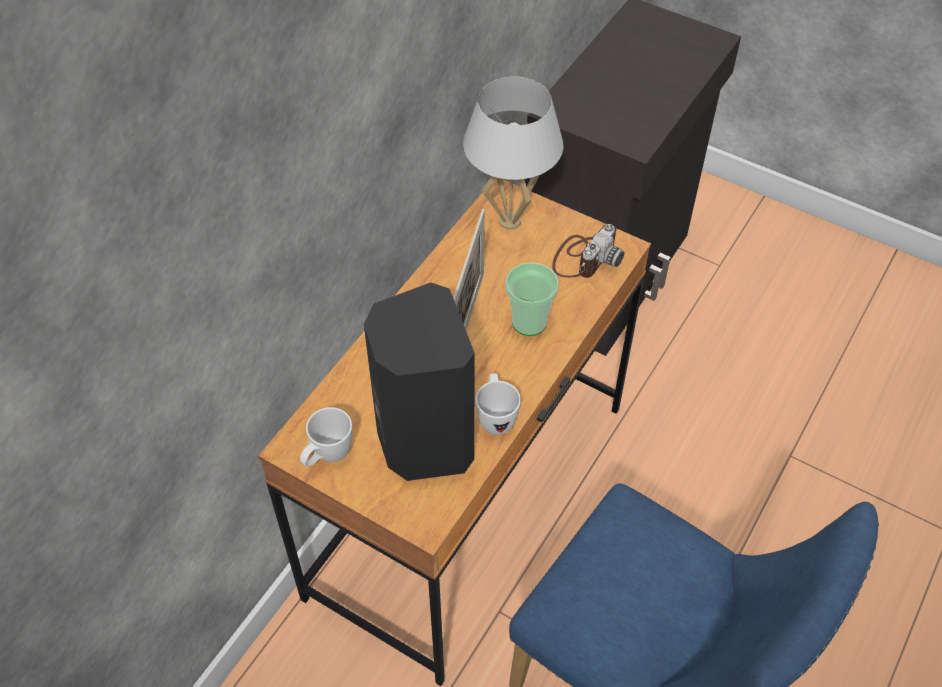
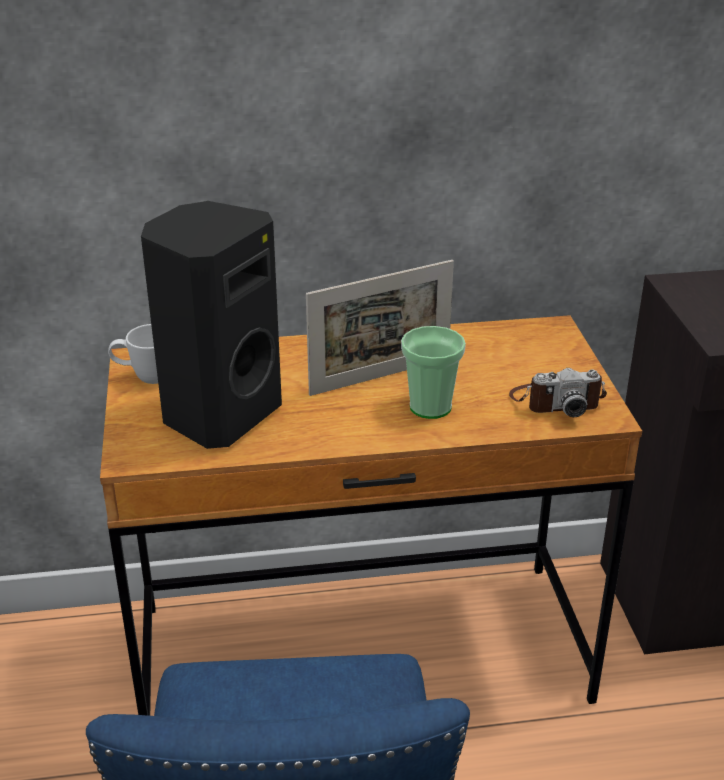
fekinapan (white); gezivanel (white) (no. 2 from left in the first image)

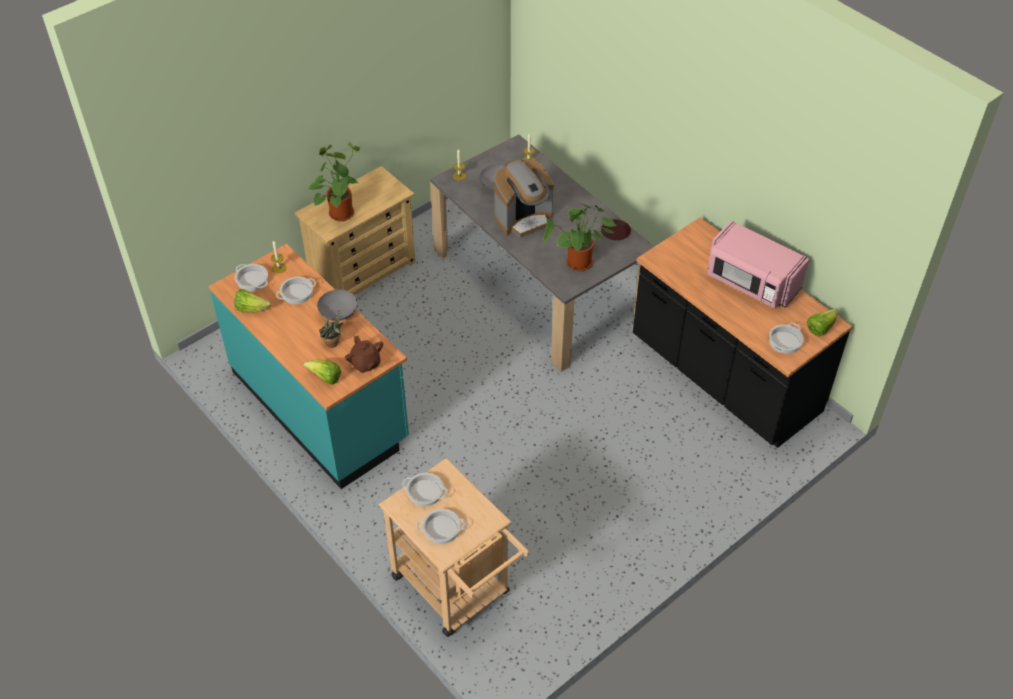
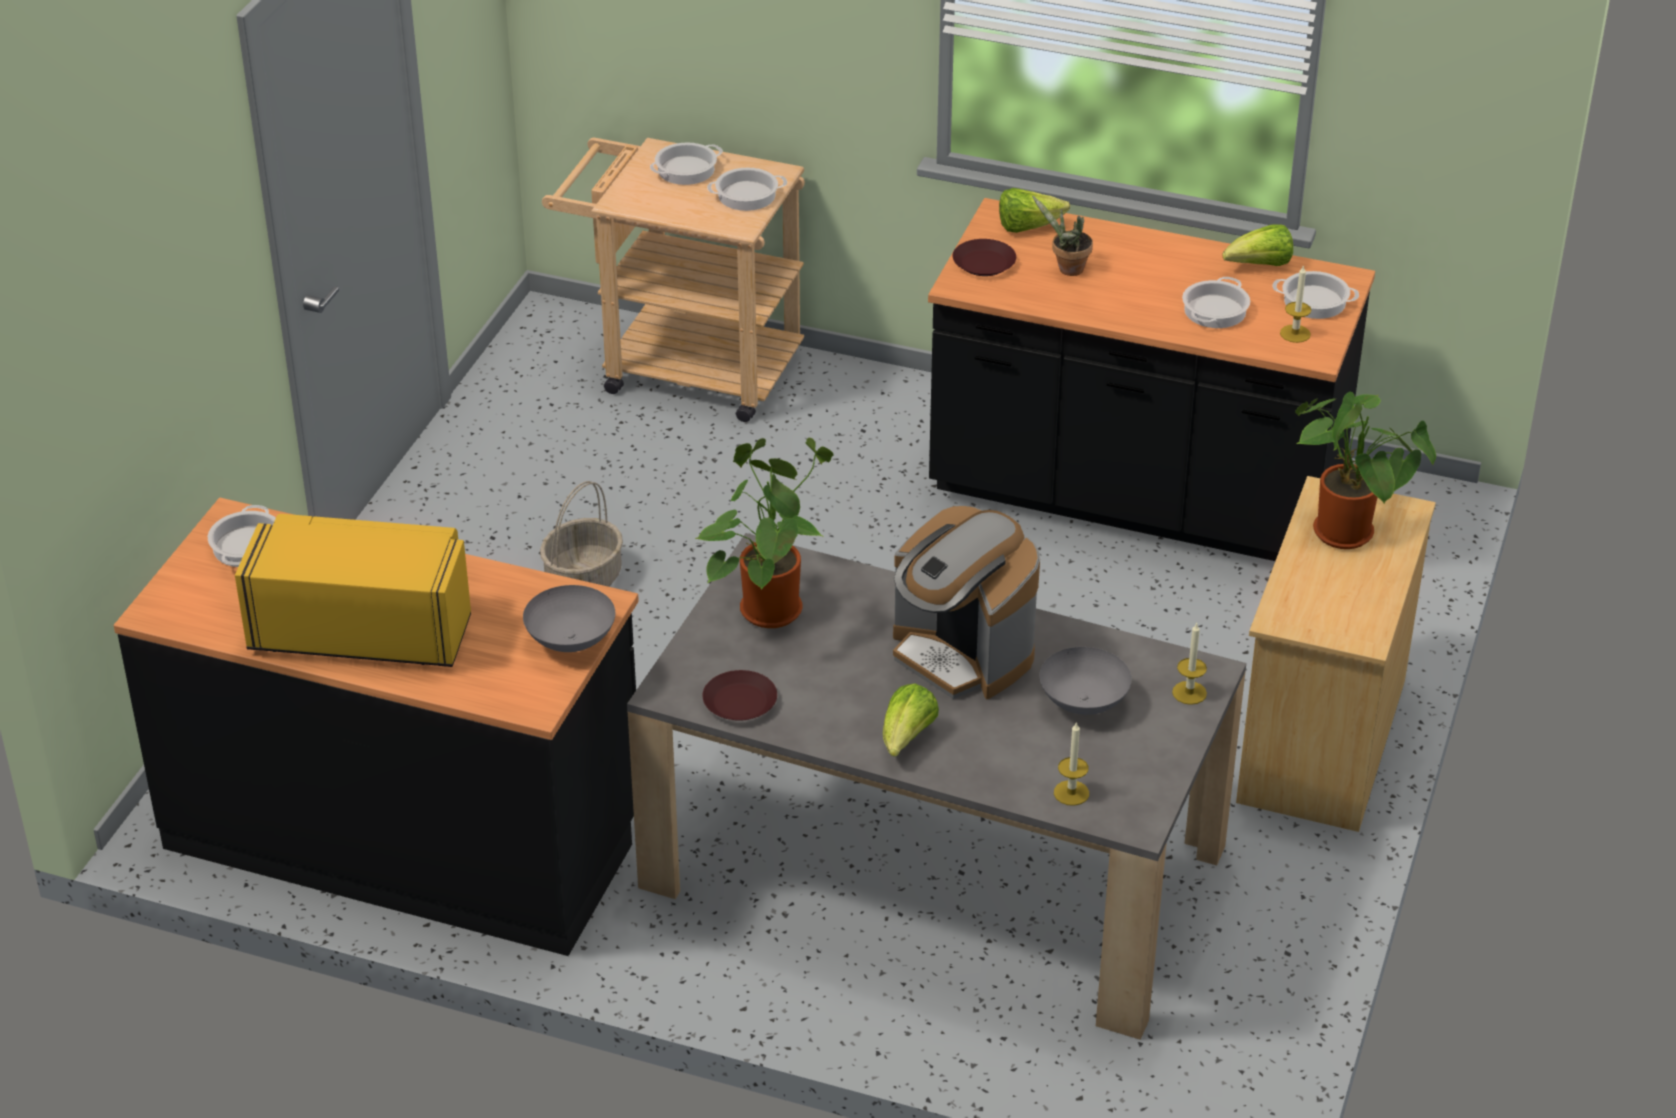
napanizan; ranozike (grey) (no. 1 from left); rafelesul (no. 1 from left); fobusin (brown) (no. 2 from left); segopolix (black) (no. 2 from left); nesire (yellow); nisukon

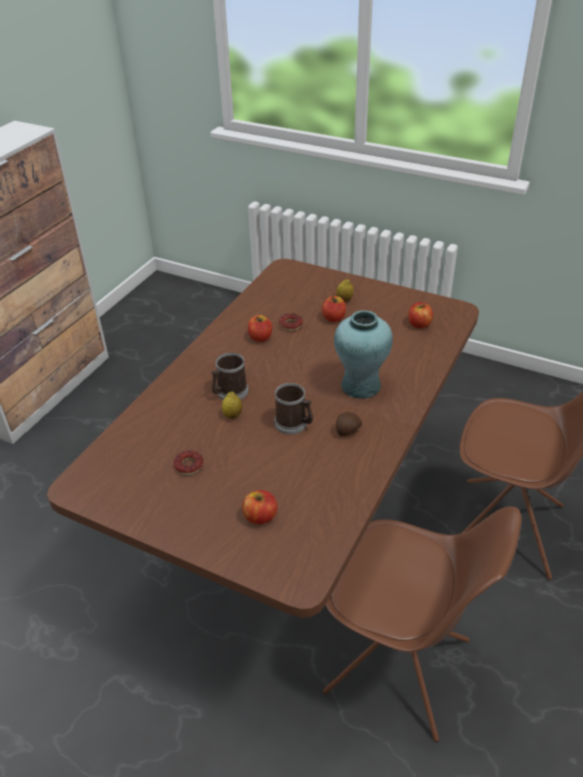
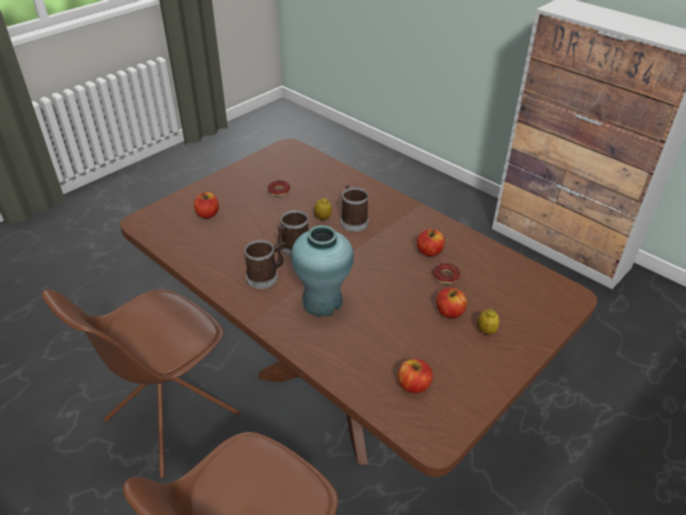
gezivanel (no. 1 from left)

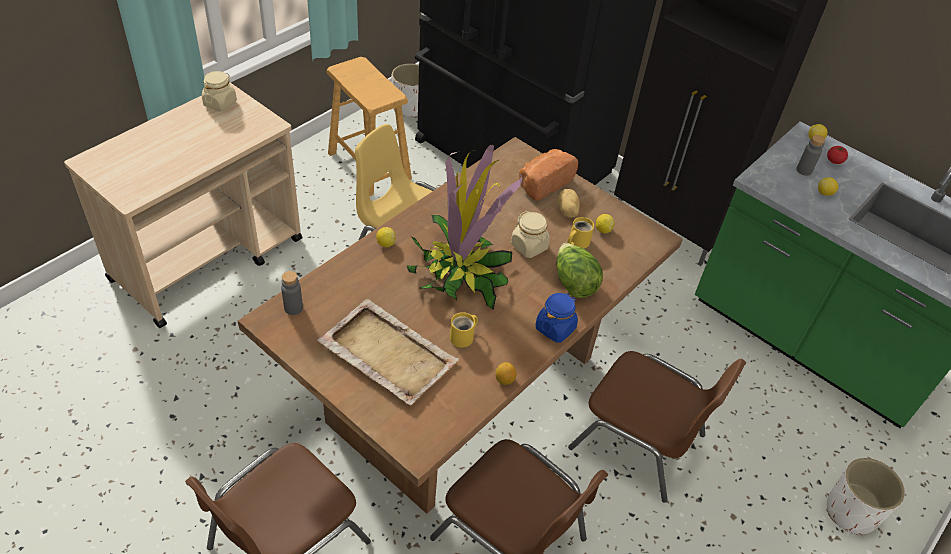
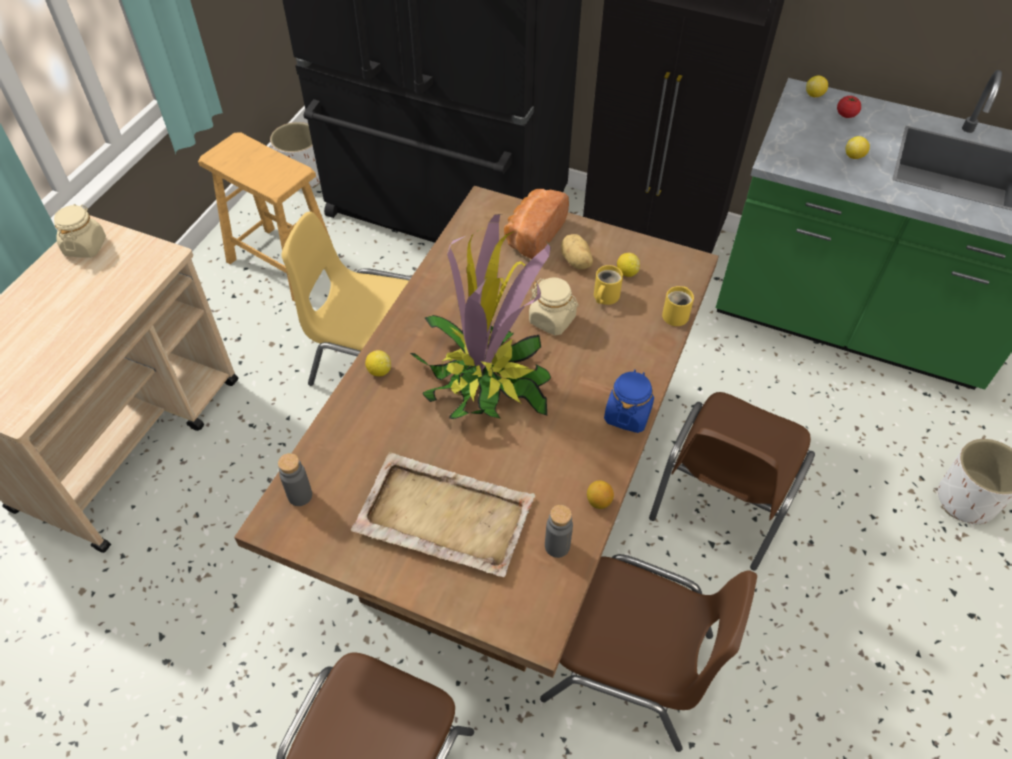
rafelesul; gezivanel (yellow) (no. 2 from left); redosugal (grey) (no. 2 from left); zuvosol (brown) (no. 3 from left)

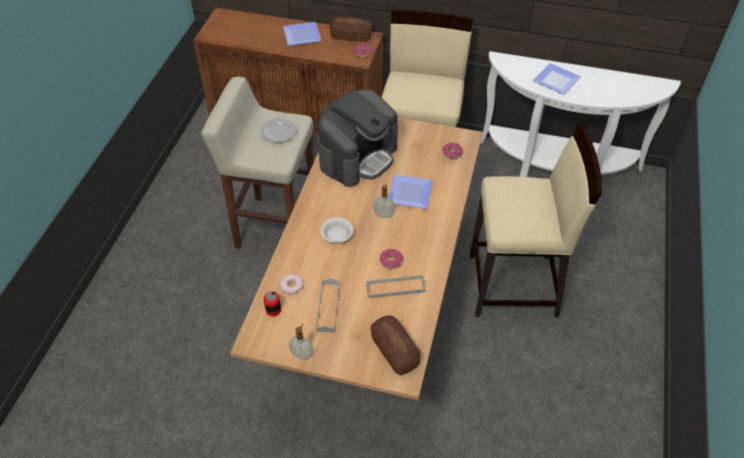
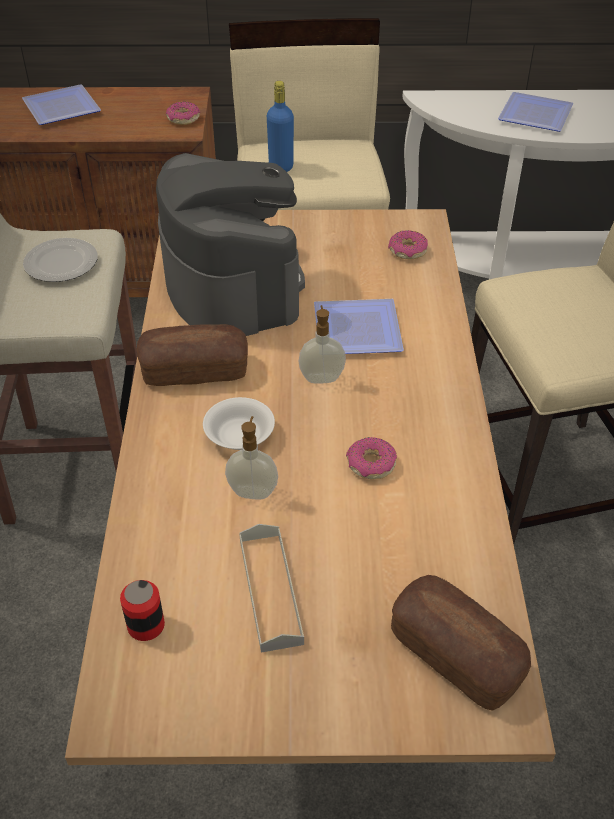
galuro (no. 1 from left in the first image); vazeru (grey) (no. 2 from left in the first image); redosugal (blue); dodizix (no. 1 from left); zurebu (no. 1 from left); nisukon

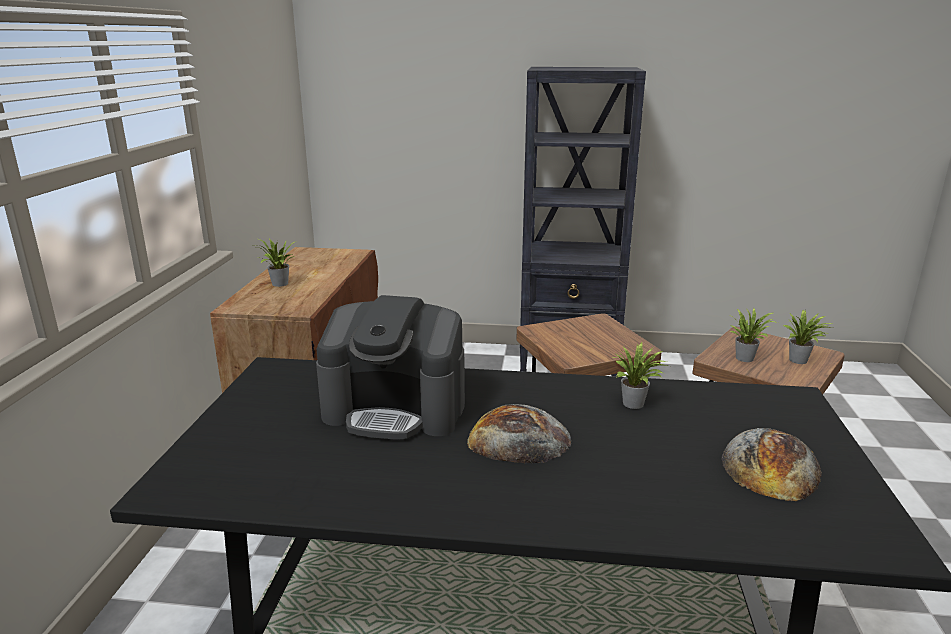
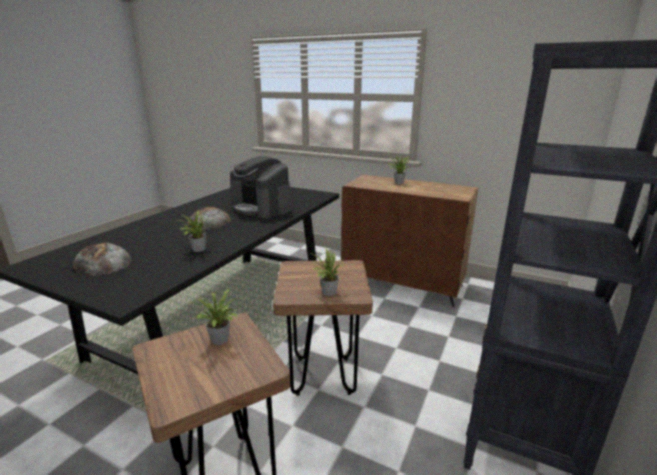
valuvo (no. 3 from left); nisukon

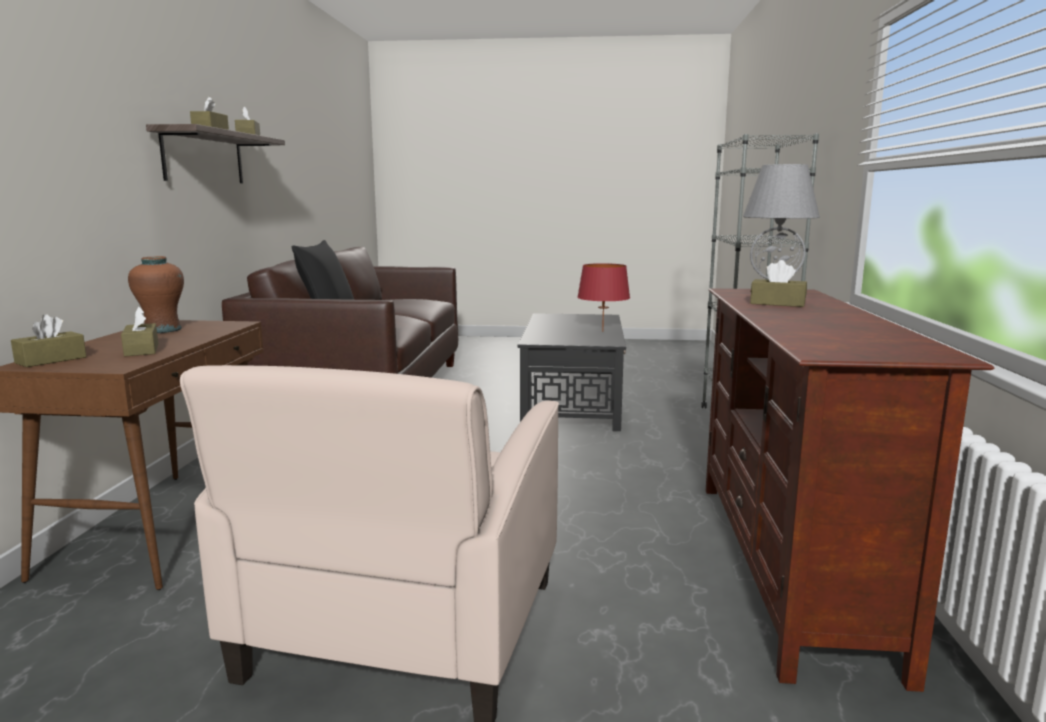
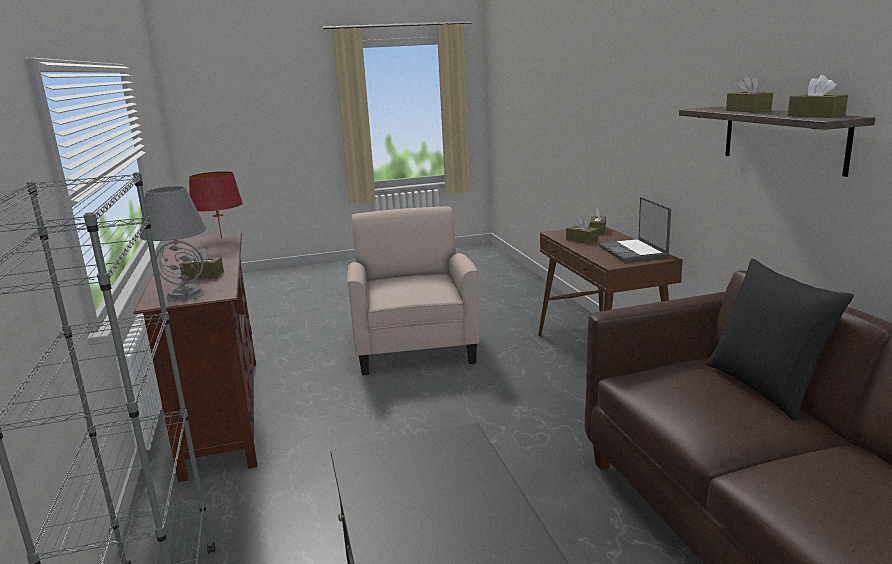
fekinapan (red); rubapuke

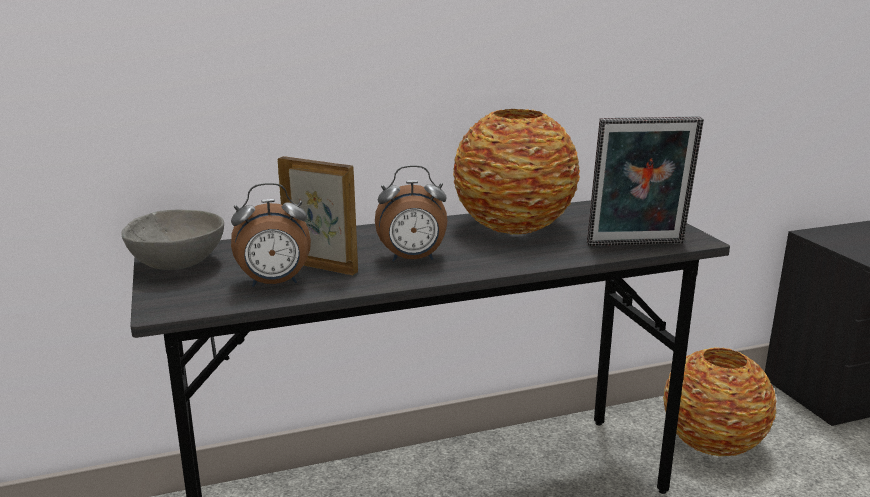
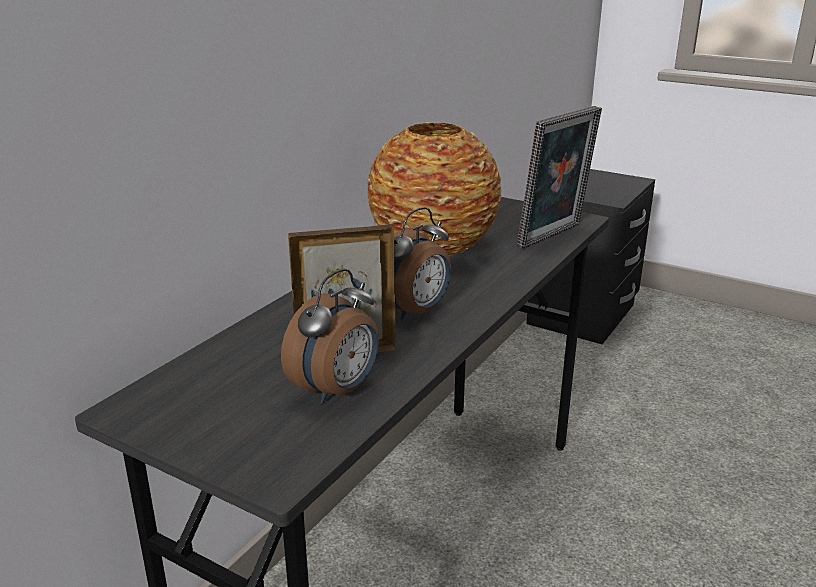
ranozike (grey); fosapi (no. 2 from left in the first image)

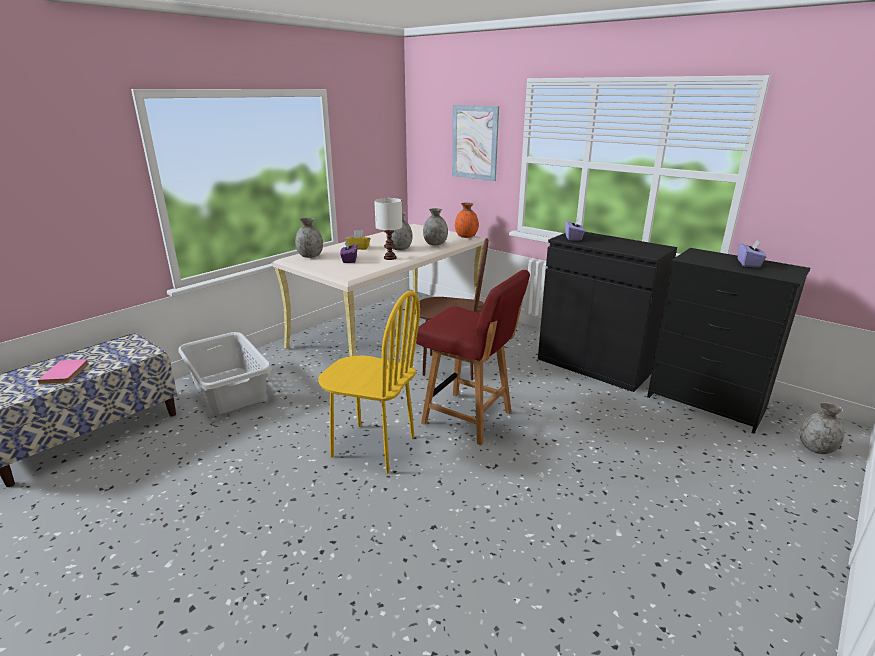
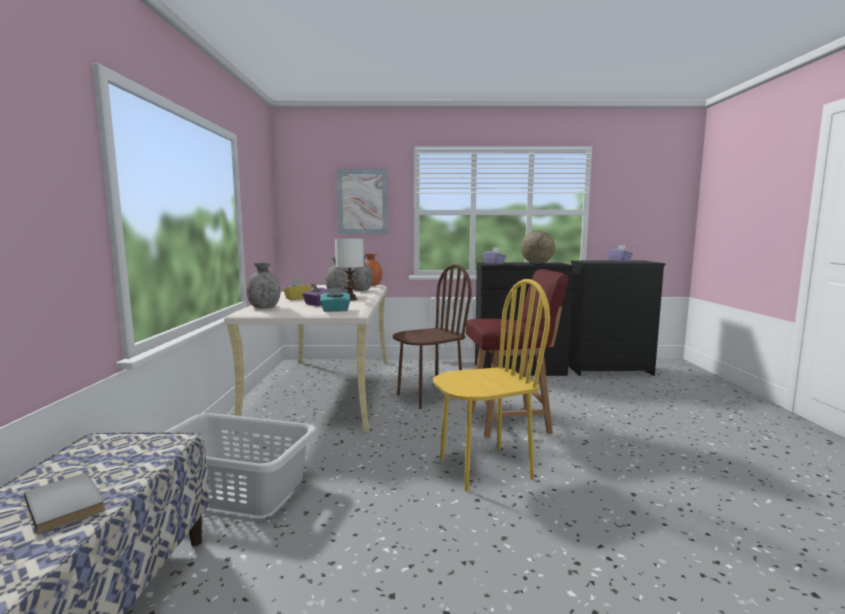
fosapi (grey) (no. 4 from left in the first image); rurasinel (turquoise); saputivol; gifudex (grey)

